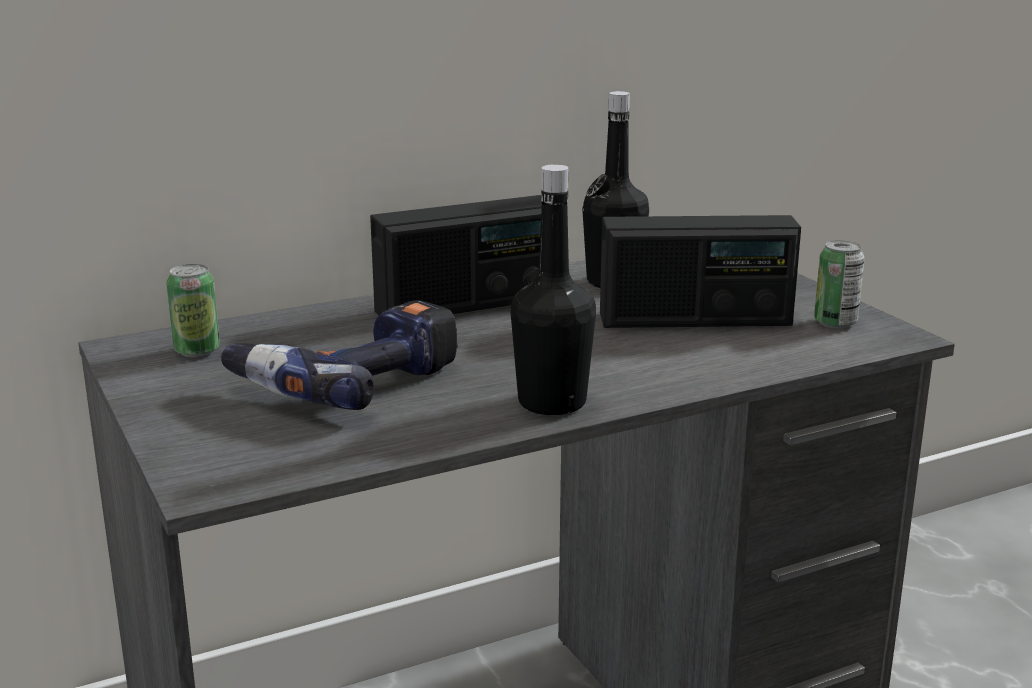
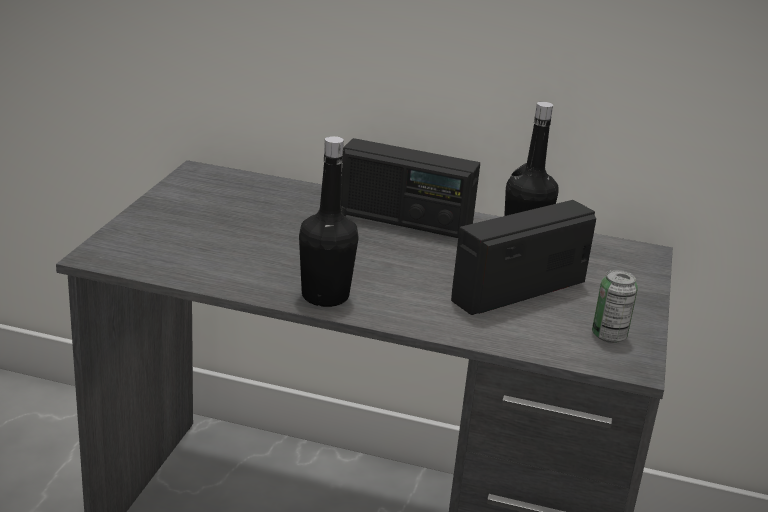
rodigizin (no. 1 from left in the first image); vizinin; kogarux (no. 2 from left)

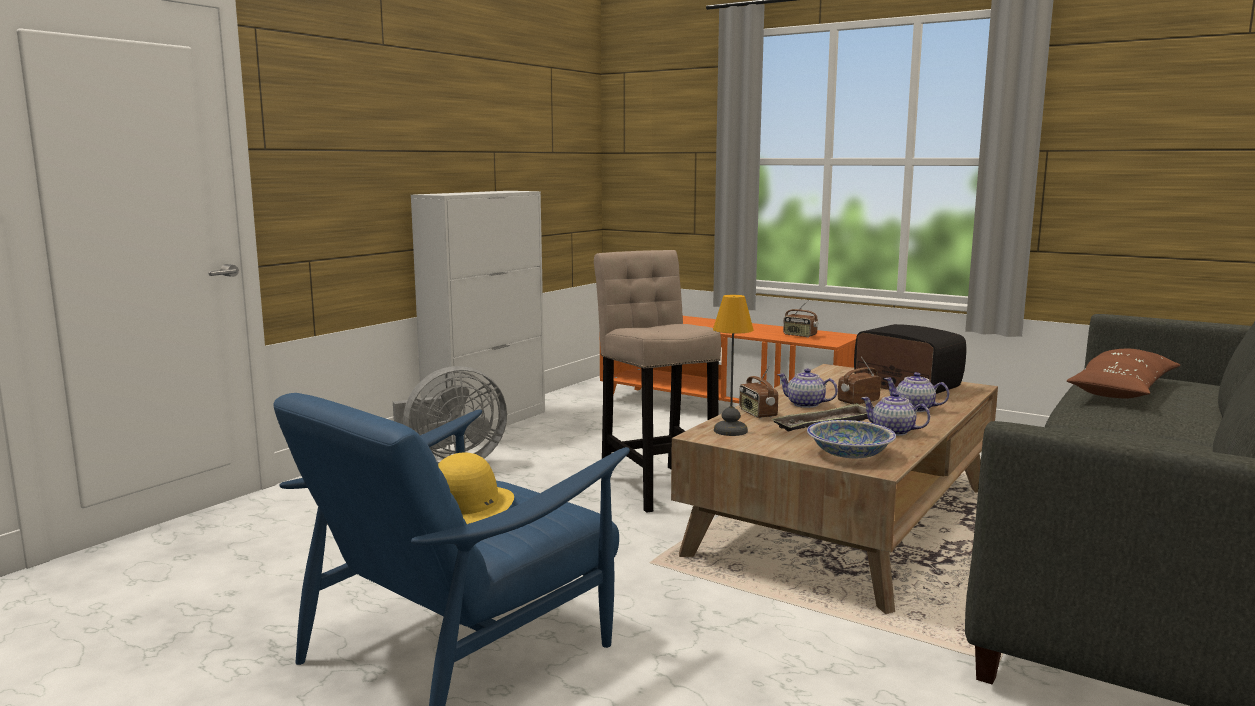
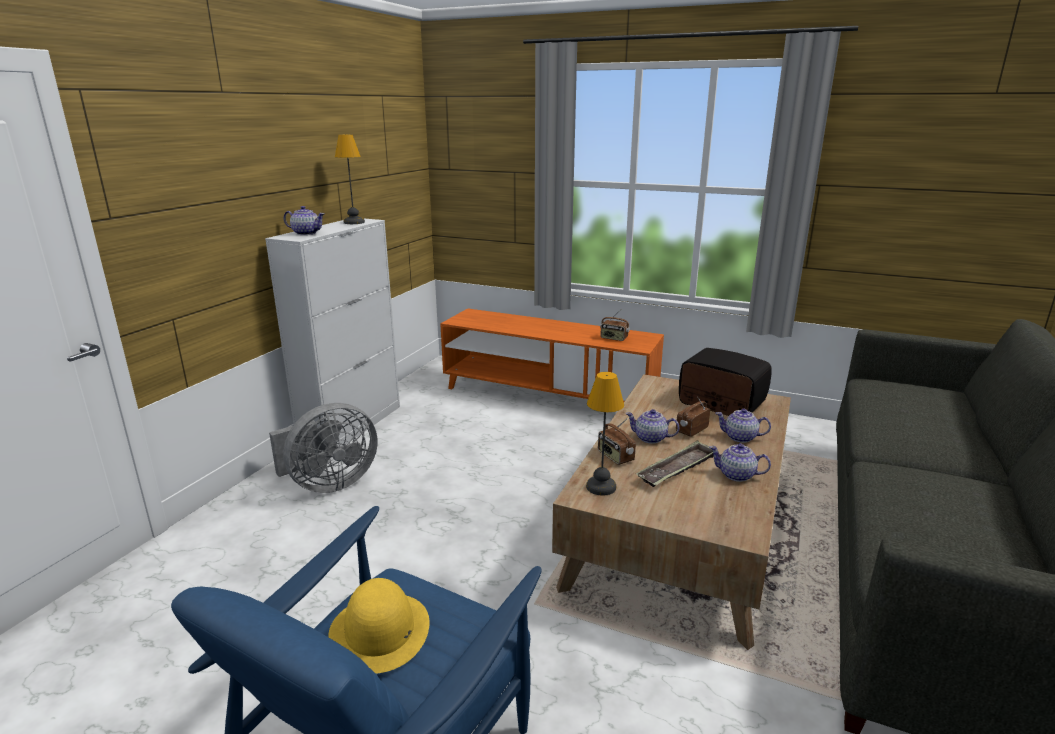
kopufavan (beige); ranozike; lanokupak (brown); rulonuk (no. 1 from left); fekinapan (no. 1 from left)

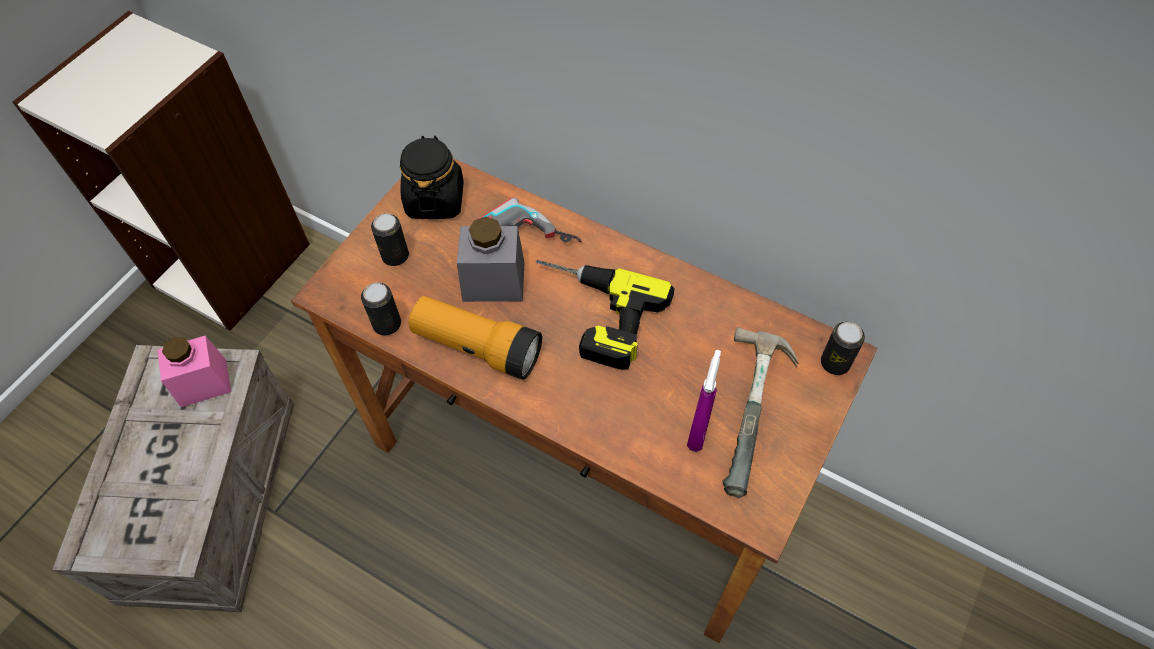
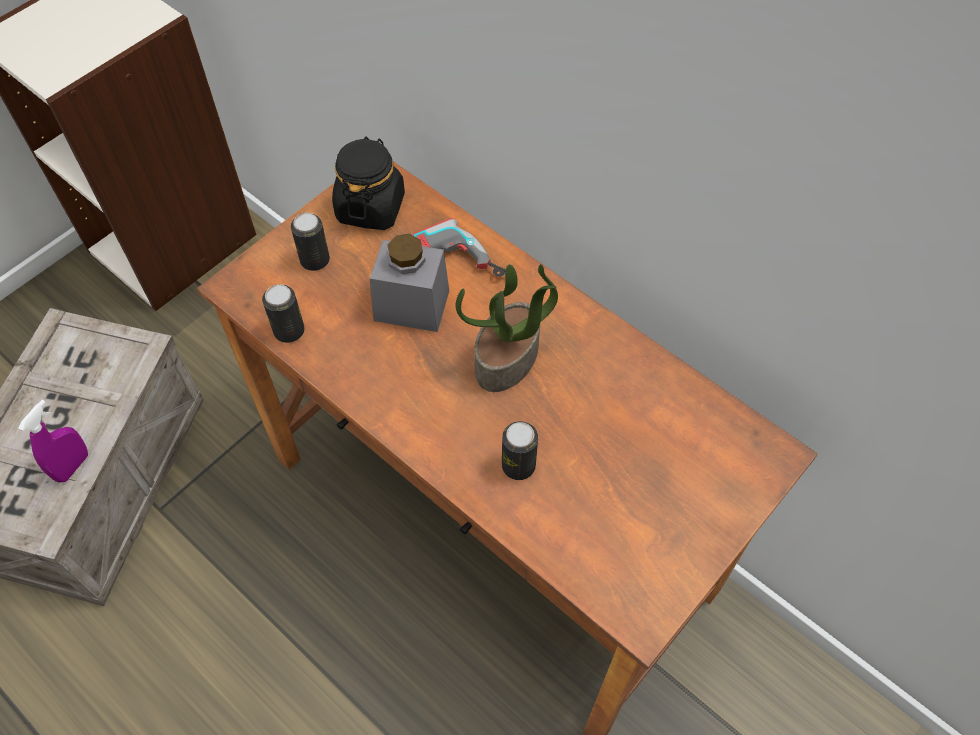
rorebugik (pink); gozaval; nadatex; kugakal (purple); rodigizin (no. 3 from left); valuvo

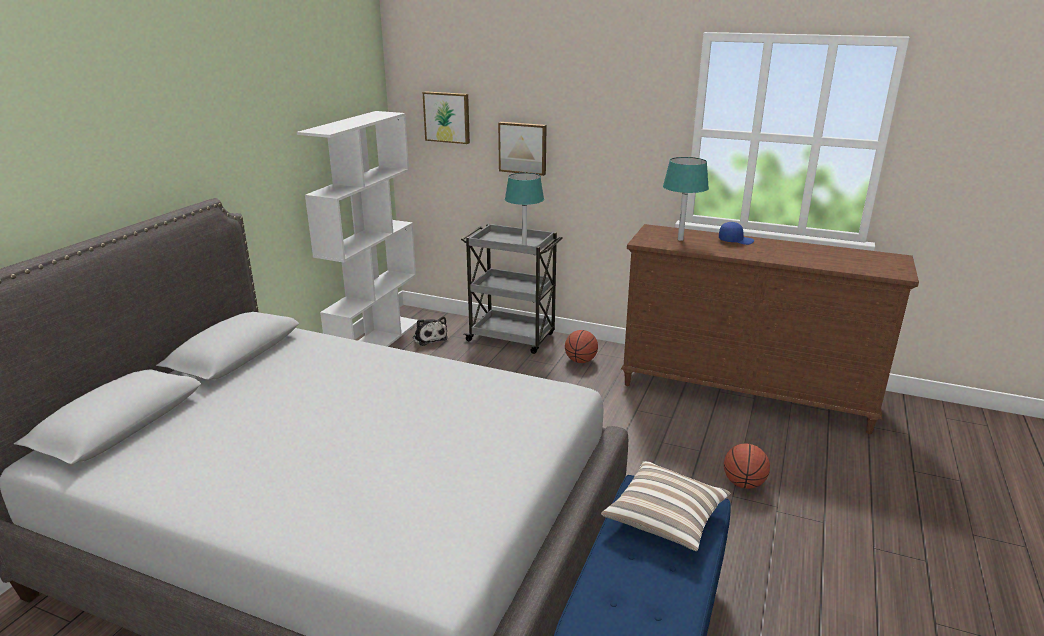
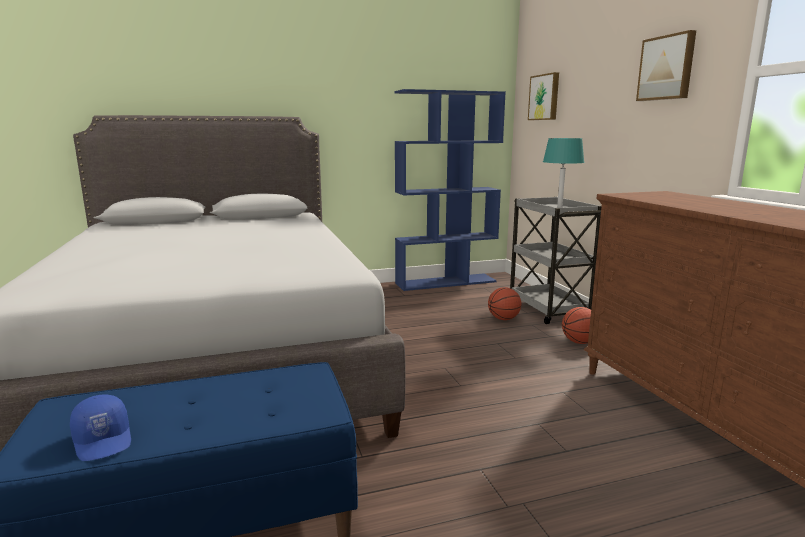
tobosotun; lanokupak; fekinapan (turquoise) (no. 2 from left in the first image); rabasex (no. 2 from left); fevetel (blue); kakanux (no. 1 from left); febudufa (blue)

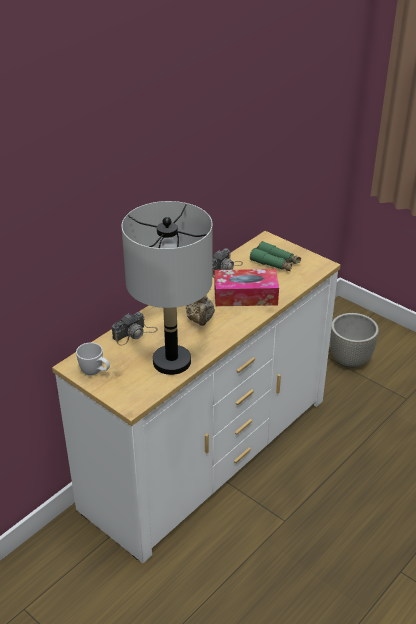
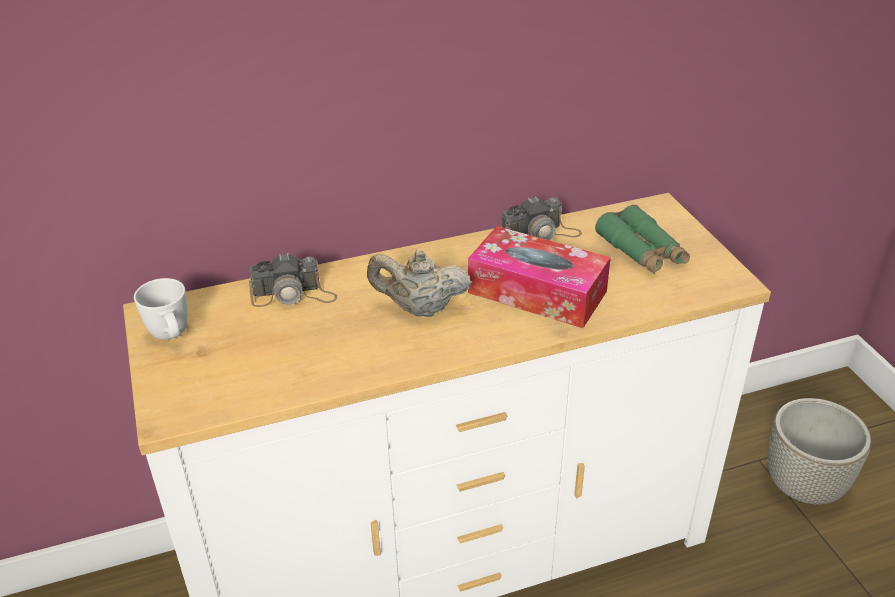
fekinapan (grey); rulonuk (beige)

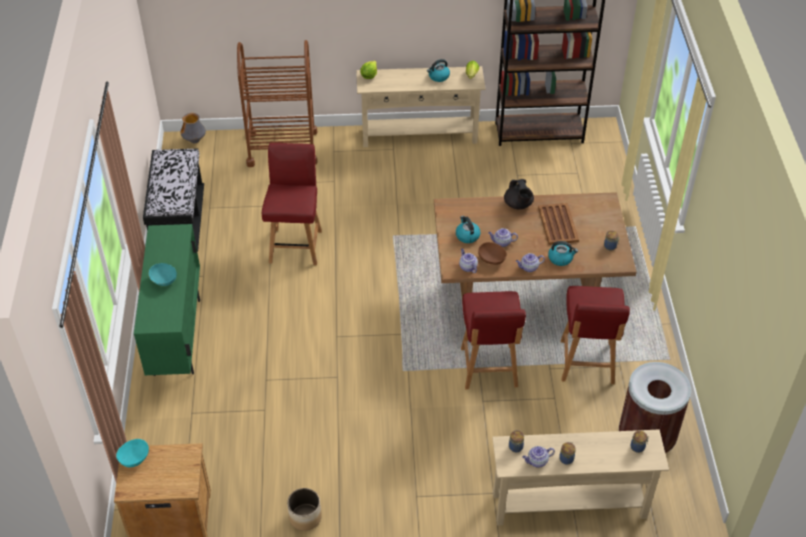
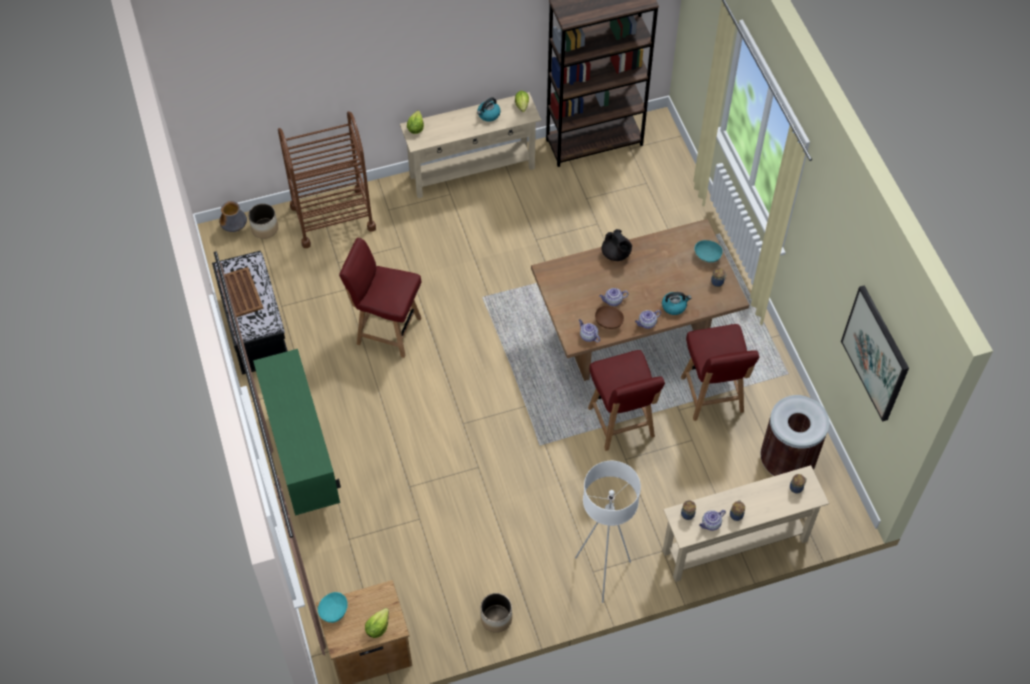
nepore (no. 2 from left in the first image); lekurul (no. 1 from left); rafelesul (no. 1 from left); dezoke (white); rabasex; ranozike (turquoise) (no. 2 from left); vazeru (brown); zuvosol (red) (no. 1 from left)

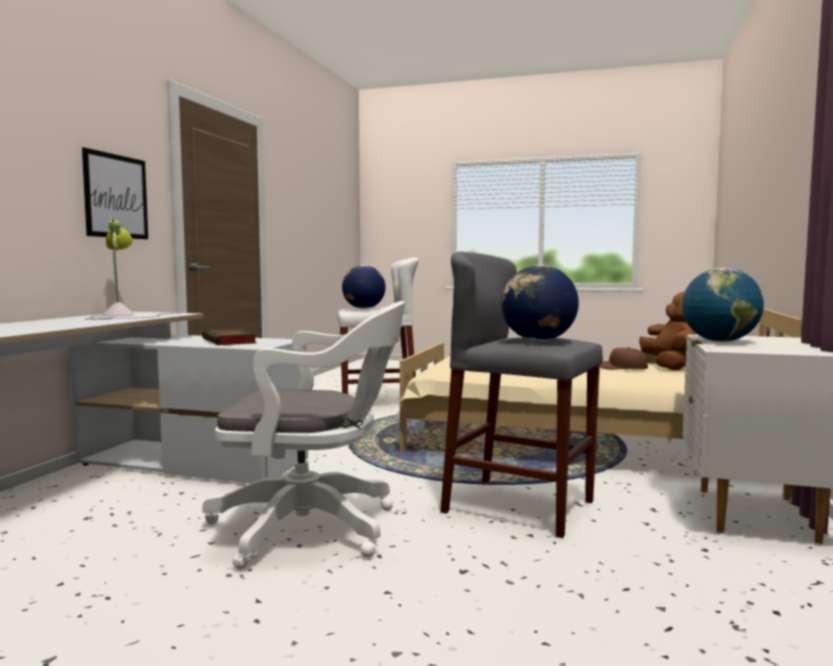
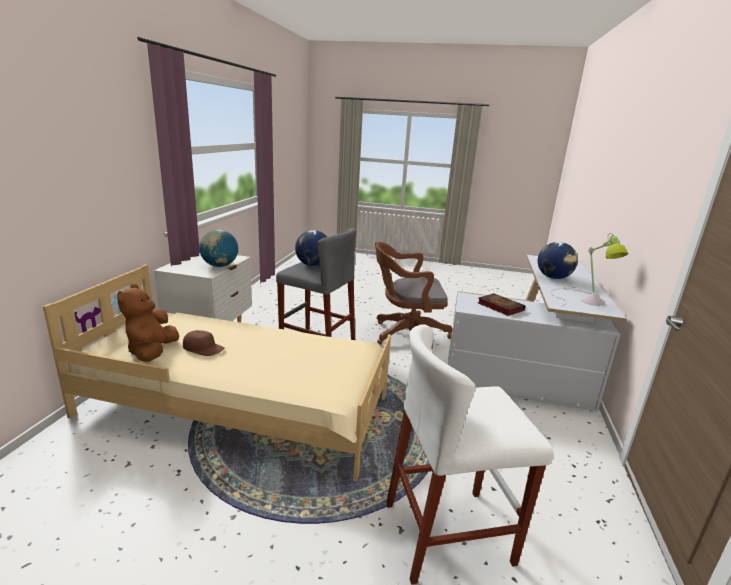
rabasex; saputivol (no. 3 from left); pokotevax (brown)

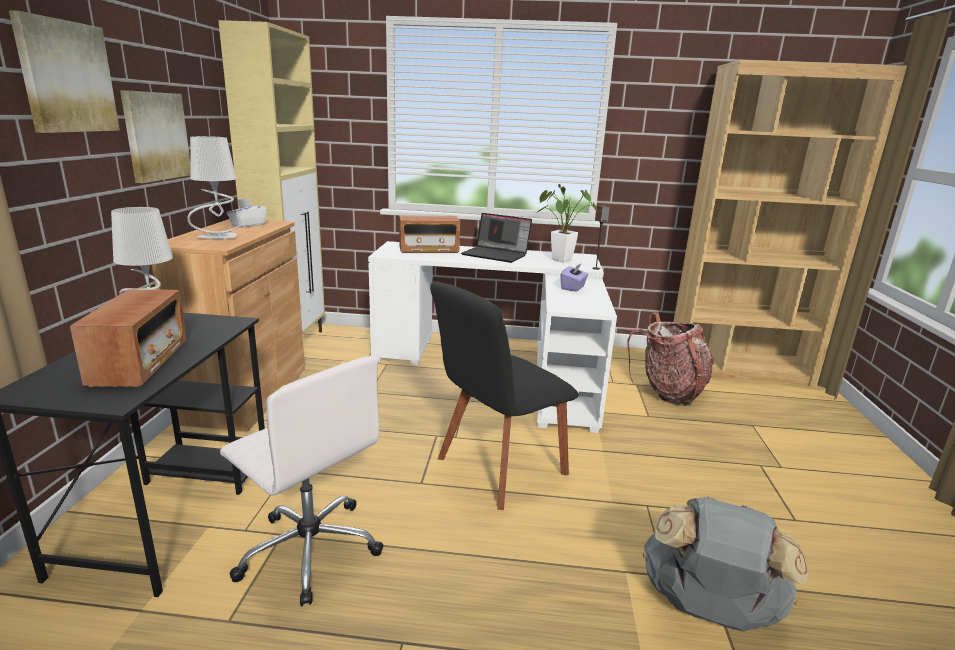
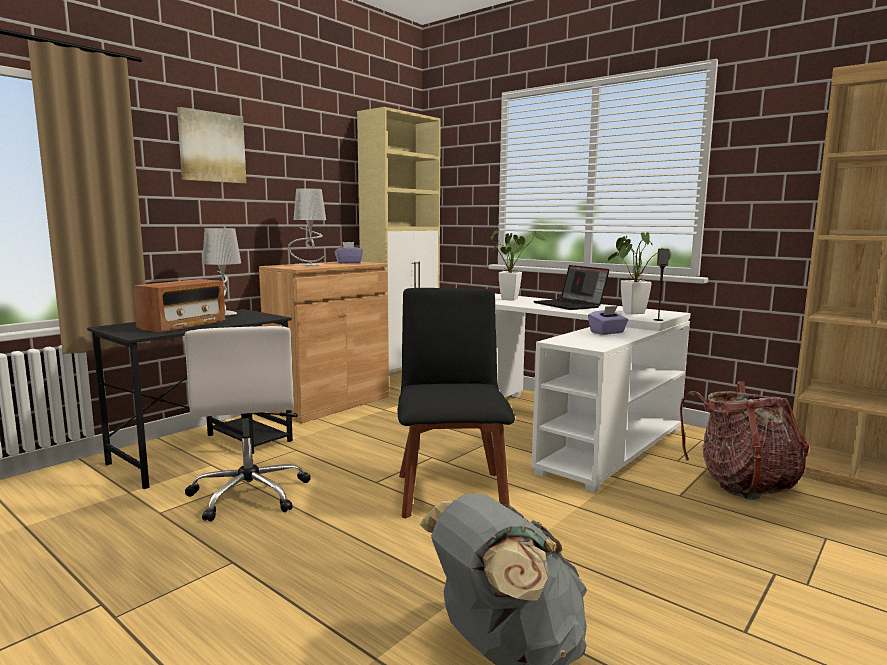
rabasex (no. 2 from left in the first image); valuvo (no. 1 from left); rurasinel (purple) (no. 1 from left); zuvosol (black)

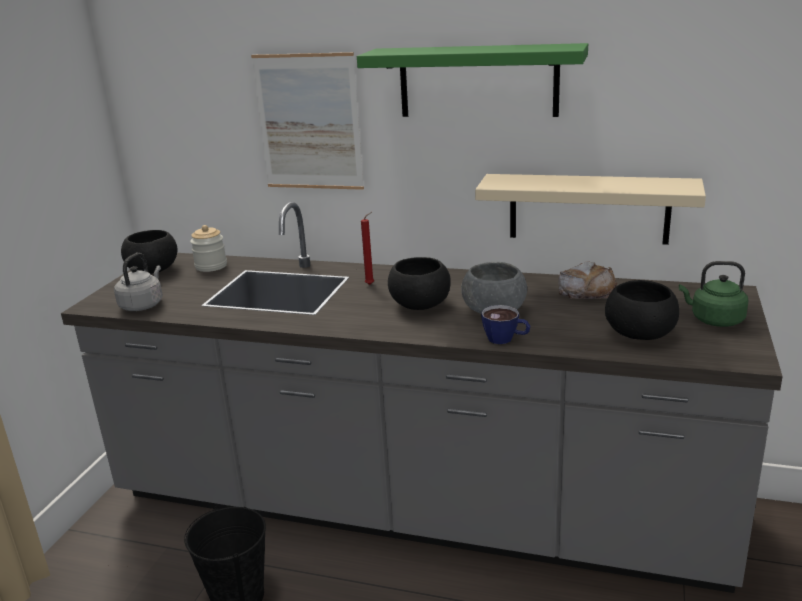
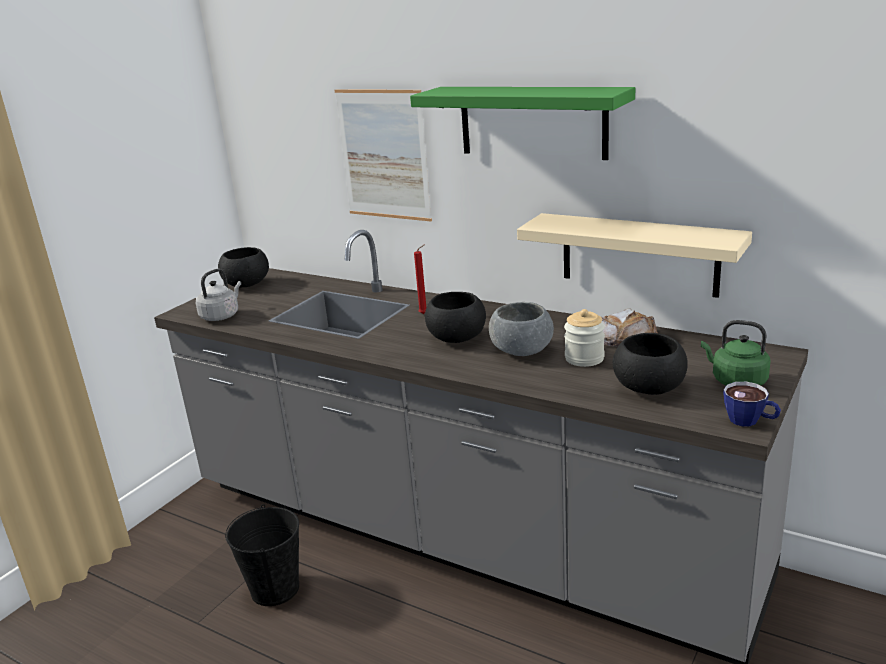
rorebugik; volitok

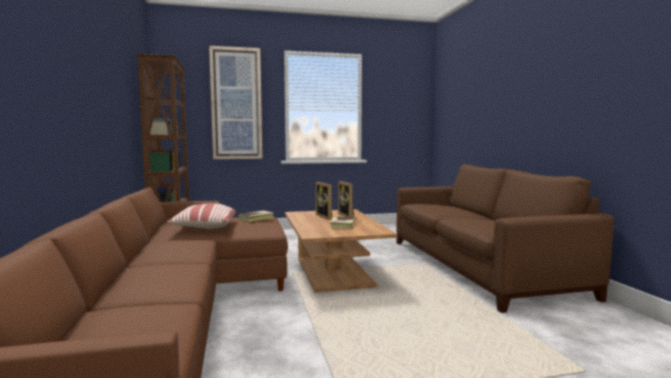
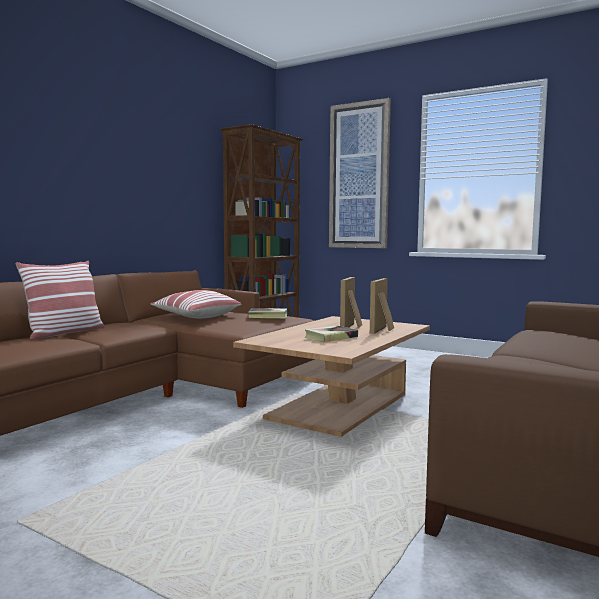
lanokupak (no. 1 from left)

